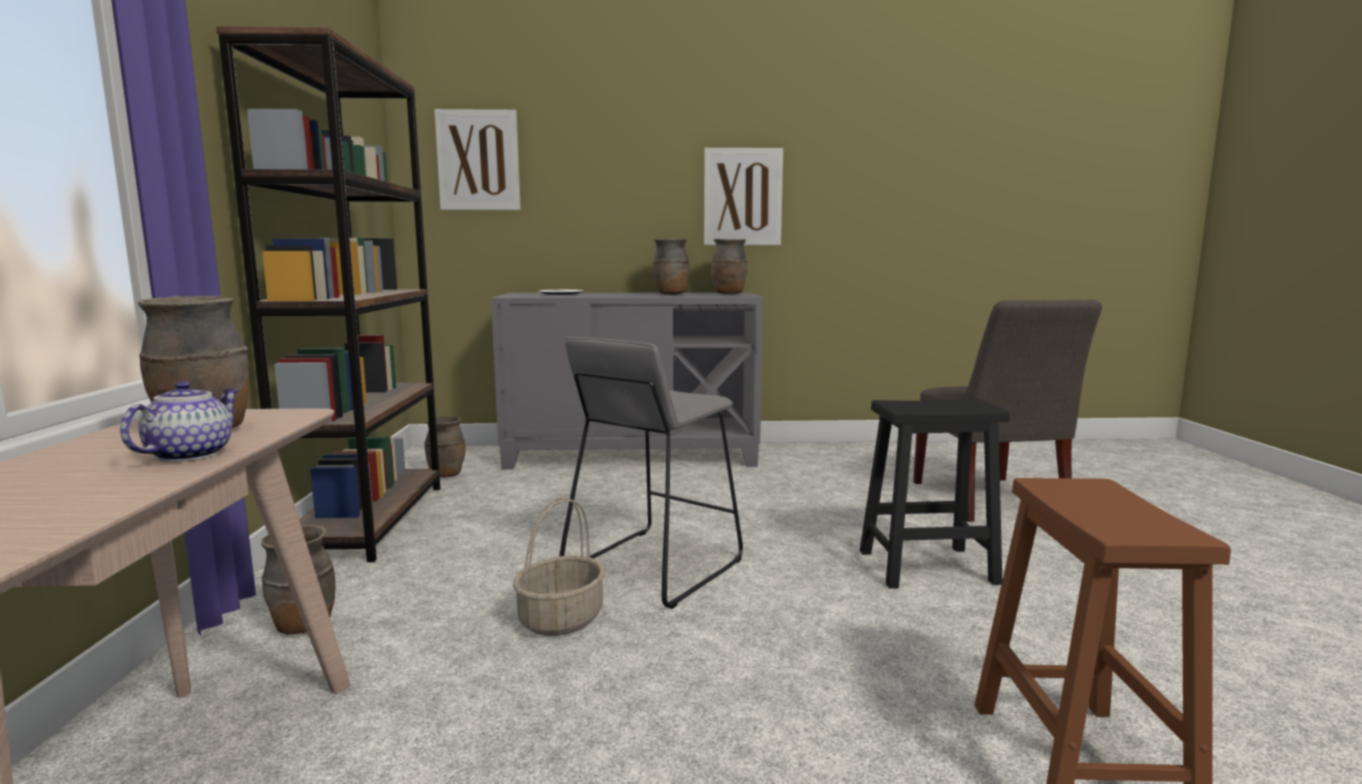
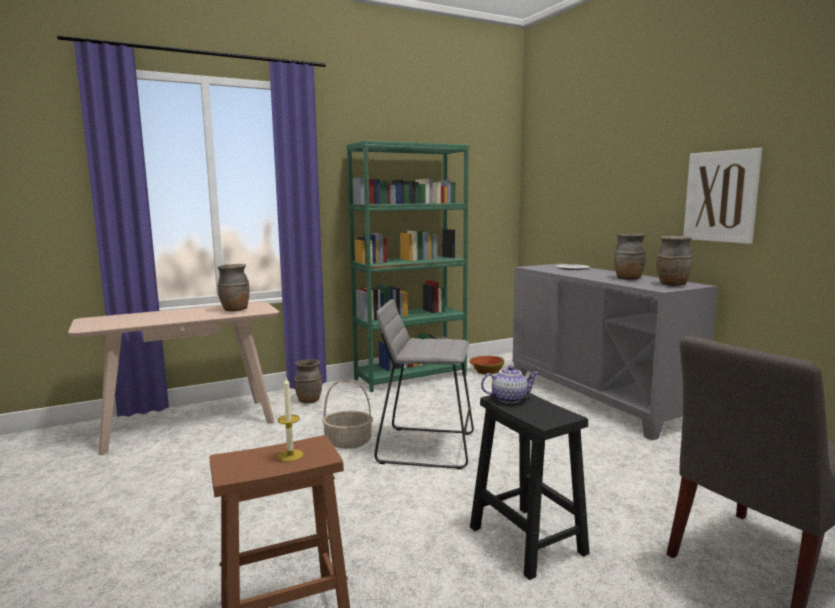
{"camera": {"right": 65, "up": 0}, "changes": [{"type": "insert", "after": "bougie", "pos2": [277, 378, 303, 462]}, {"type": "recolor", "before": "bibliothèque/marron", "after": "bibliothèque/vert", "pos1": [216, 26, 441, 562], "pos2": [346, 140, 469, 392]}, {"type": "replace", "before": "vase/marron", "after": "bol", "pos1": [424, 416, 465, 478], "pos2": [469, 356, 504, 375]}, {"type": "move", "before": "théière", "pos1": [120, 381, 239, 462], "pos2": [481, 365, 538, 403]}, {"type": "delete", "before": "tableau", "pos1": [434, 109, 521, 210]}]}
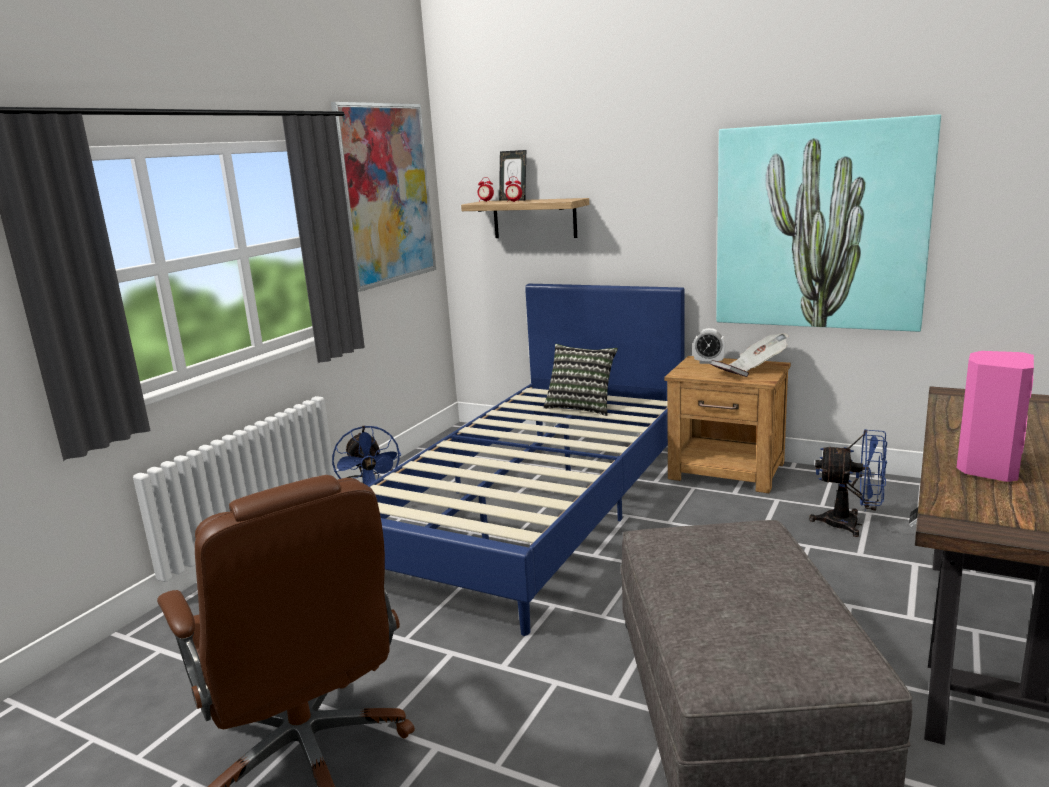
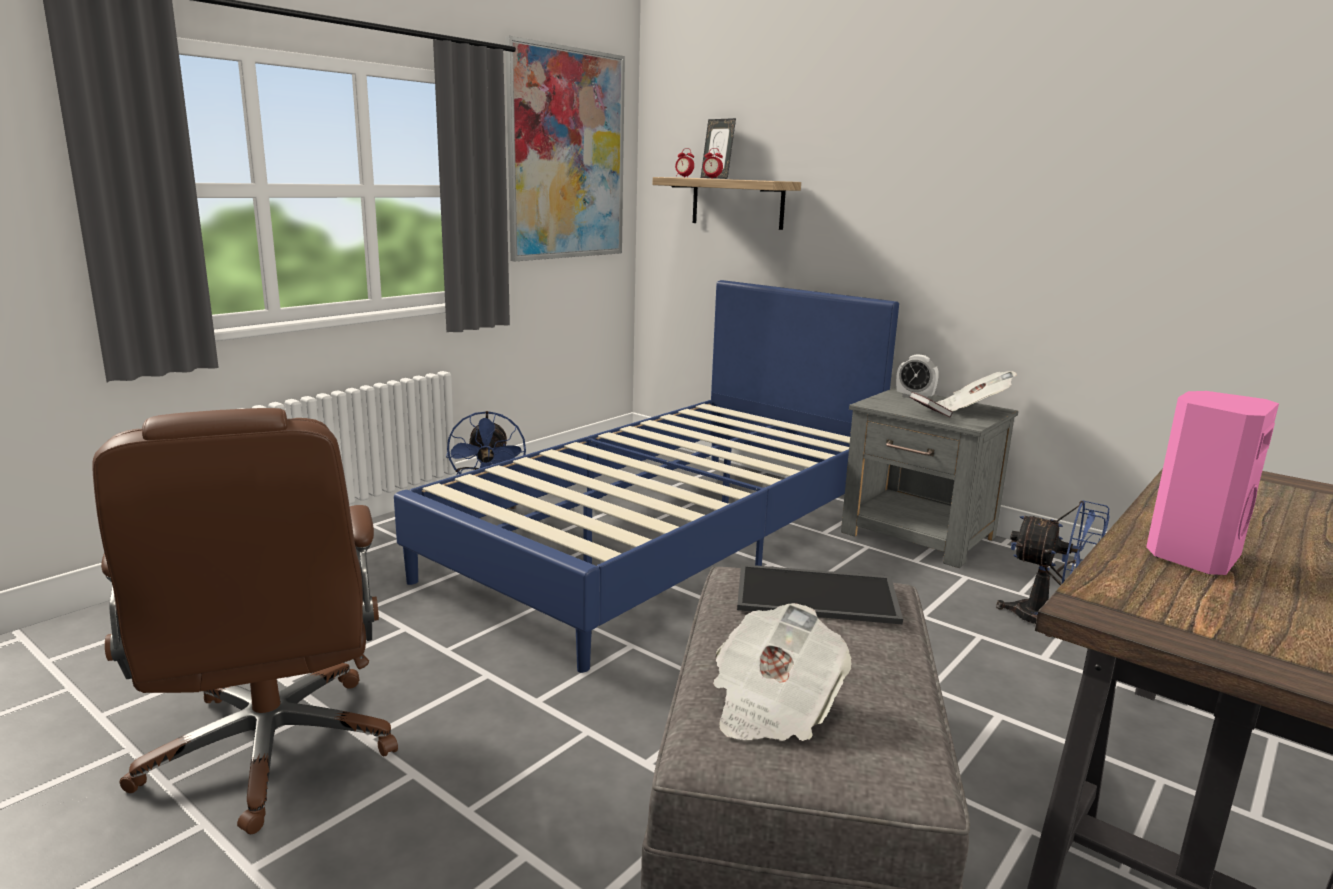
{"camera": {"right": 10, "up": 0}, "changes": [{"type": "insert", "after": "journal", "pos2": [713, 603, 852, 741]}, {"type": "insert", "after": "plateau", "pos2": [737, 564, 903, 625]}, {"type": "recolor", "before": "table de chevet/marron", "after": "table de chevet/gris", "pos1": [664, 356, 791, 493], "pos2": [841, 388, 1018, 568]}, {"type": "delete", "before": "coussin", "pos1": [543, 344, 618, 416]}, {"type": "delete", "before": "tableau", "pos1": [716, 114, 941, 332]}]}
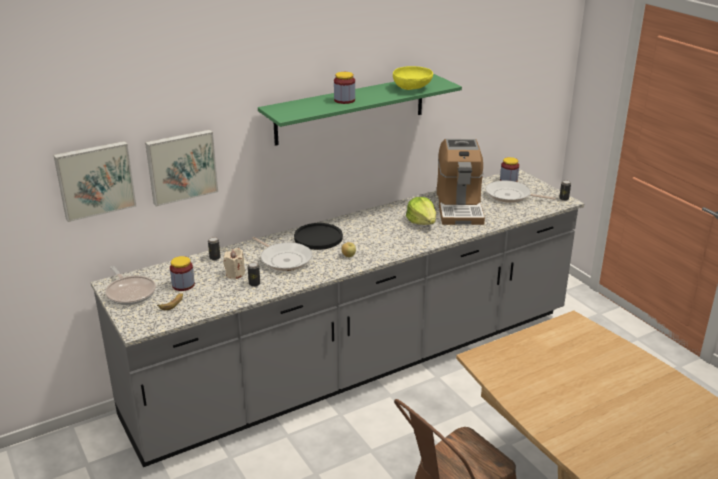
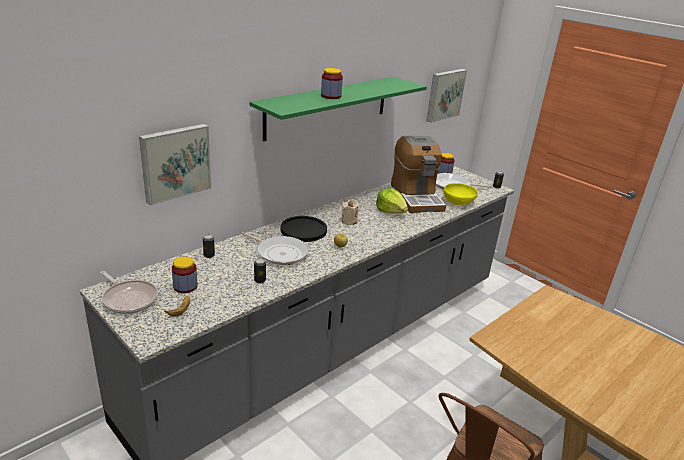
{"camera": {"right": -15, "up": 0}, "changes": [{"type": "move", "before": "bougie/beige", "pos1": [223, 248, 245, 279], "pos2": [342, 199, 359, 225]}, {"type": "move", "before": "tableau", "pos1": [54, 141, 136, 222], "pos2": [426, 69, 467, 123]}, {"type": "move", "before": "bol/jaune", "pos1": [393, 66, 433, 90], "pos2": [444, 183, 478, 205]}]}
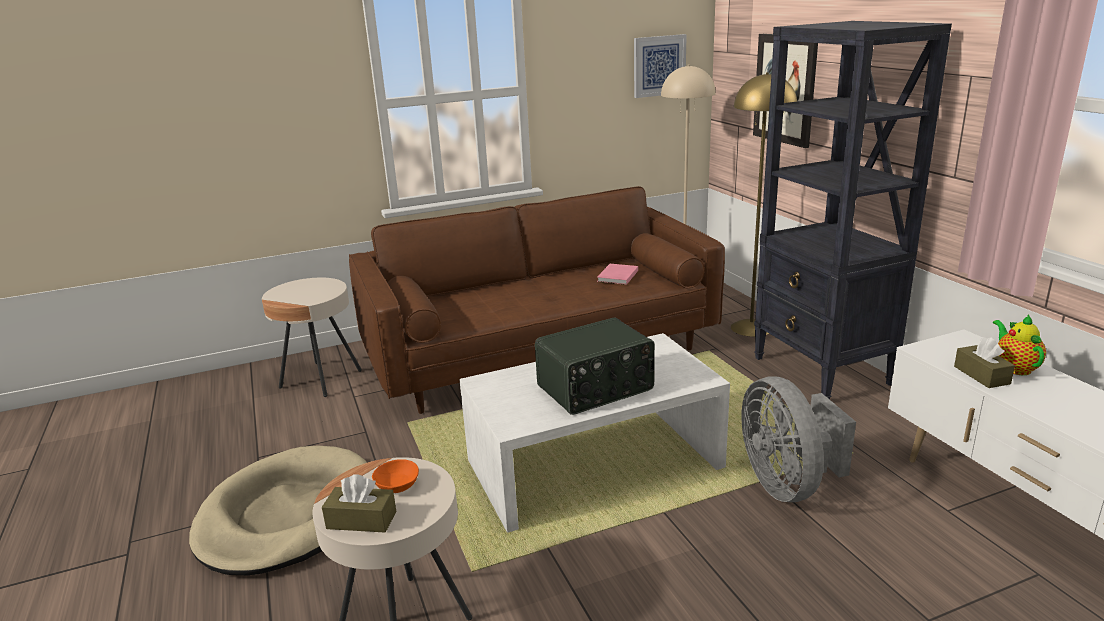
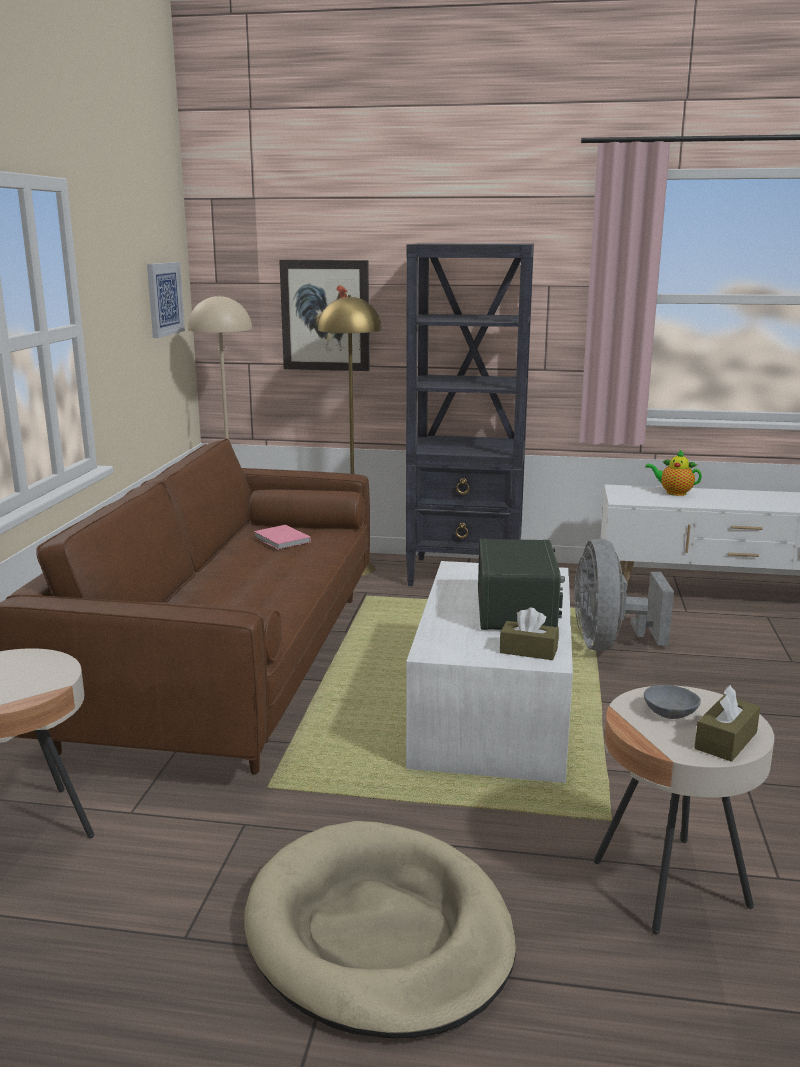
{"camera": {"right": -60, "up": -5}, "changes": [{"type": "move", "before": "boîte à mouchoirs/marron", "pos1": [954, 337, 1015, 388], "pos2": [500, 608, 559, 660]}, {"type": "rotate", "before": "ventilateur/gris", "pos1": [742, 376, 856, 502], "pos2": [574, 539, 674, 651], "turn": 75}, {"type": "recolor", "before": "bol/orange", "after": "bol/gris", "pos1": [372, 459, 419, 493], "pos2": [644, 685, 701, 719]}]}
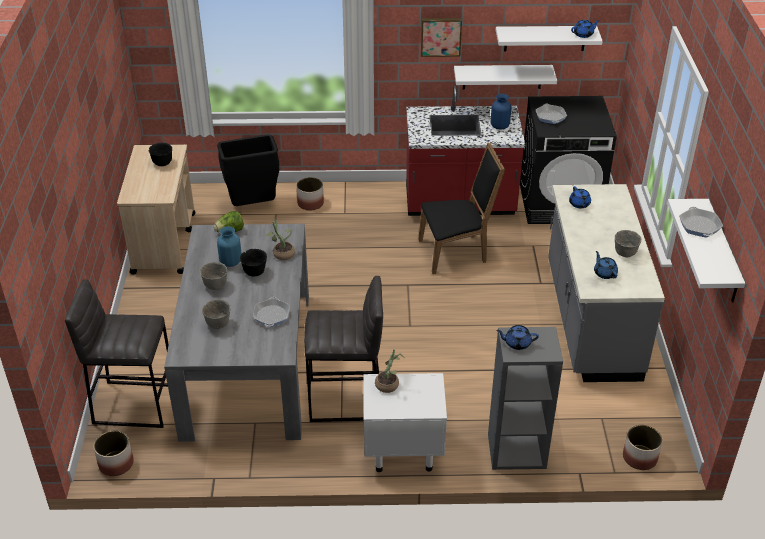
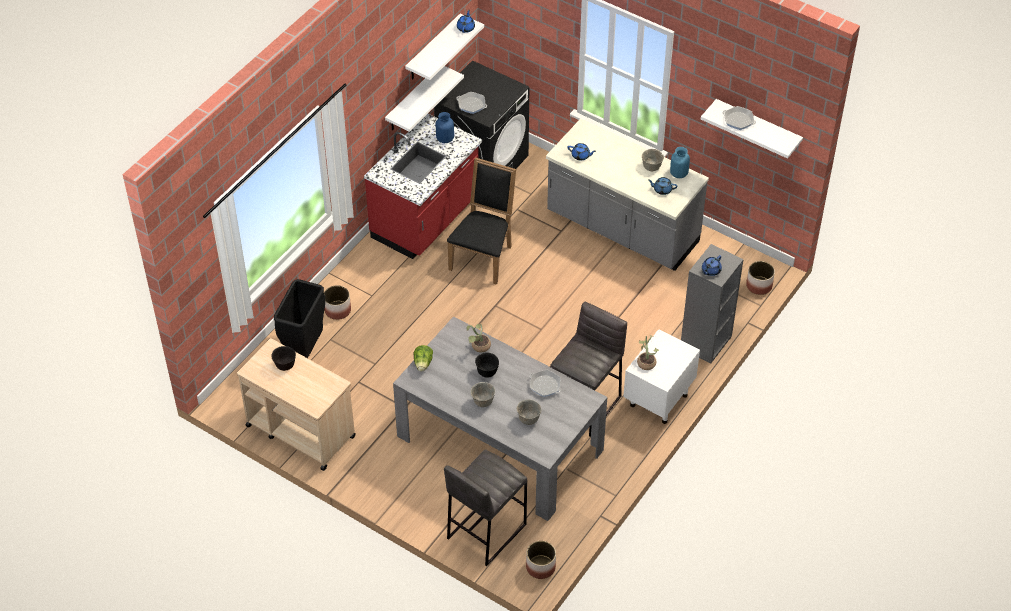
{"camera": {"right": -55, "up": 10}, "changes": [{"type": "move", "before": "vase/bleu", "pos1": [217, 226, 242, 267], "pos2": [670, 147, 690, 178]}, {"type": "delete", "before": "tableau", "pos1": [421, 18, 462, 57]}]}
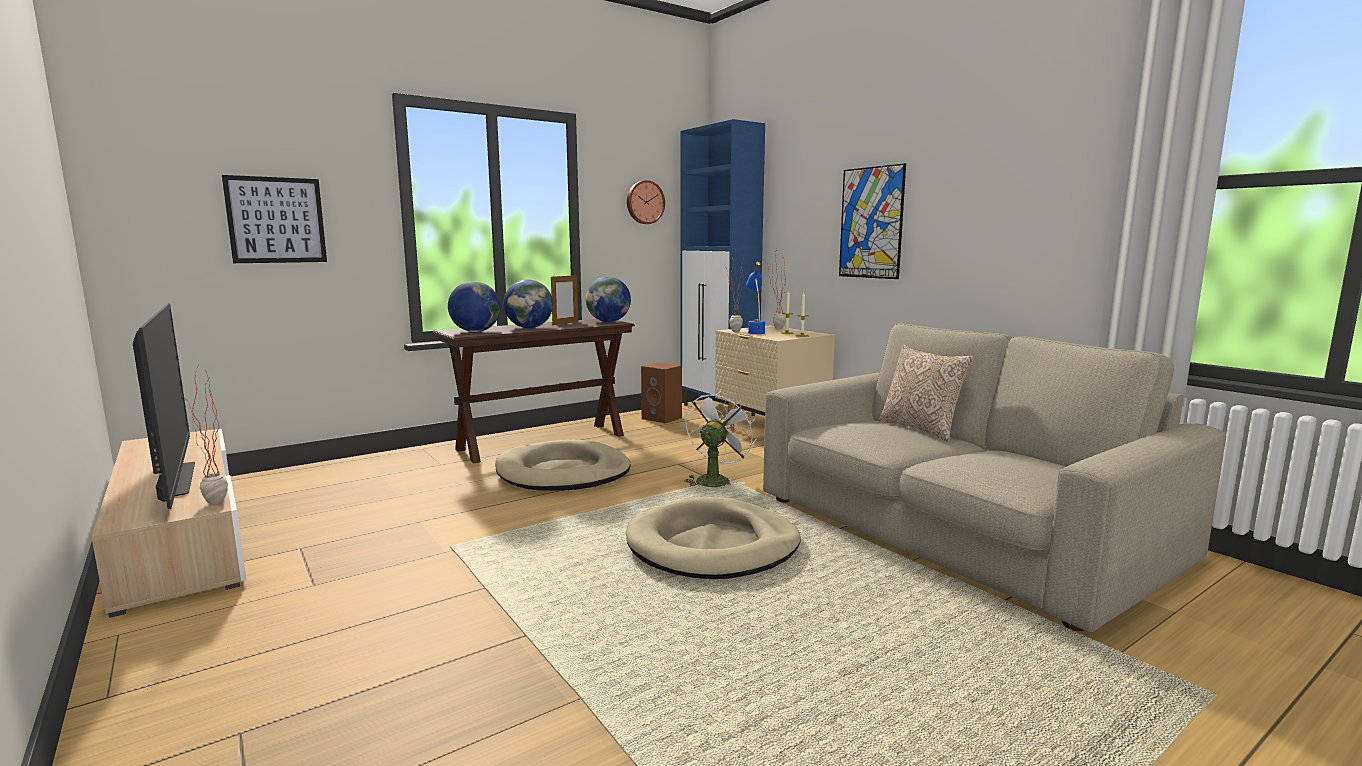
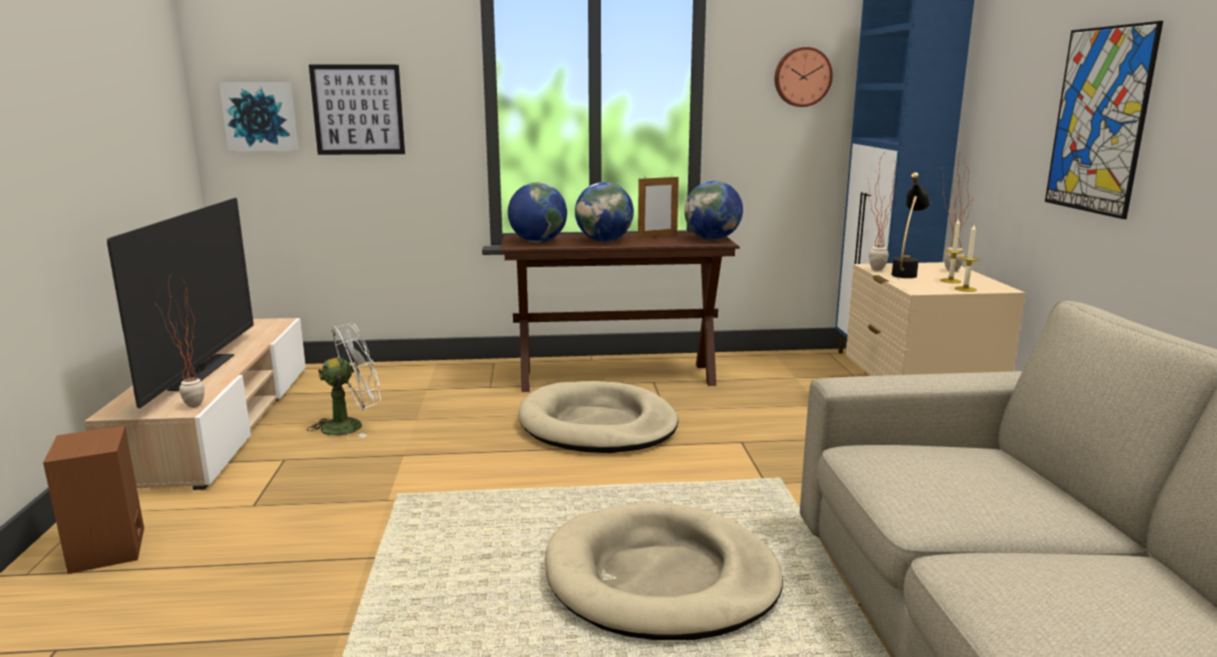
{"camera": {"right": 30, "up": 5}, "changes": [{"type": "move", "before": "enceinte/marron", "pos1": [641, 362, 682, 424], "pos2": [43, 426, 144, 574]}, {"type": "insert", "after": "tableau", "pos2": [219, 82, 299, 152]}, {"type": "move", "before": "ventilateur/blanc", "pos1": [684, 391, 757, 487], "pos2": [307, 323, 381, 437]}, {"type": "recolor", "before": "lampe de table/bleu", "after": "lampe de table/noir", "pos1": [746, 262, 765, 334], "pos2": [891, 172, 930, 278]}, {"type": "delete", "before": "coussin", "pos1": [879, 345, 974, 441]}]}
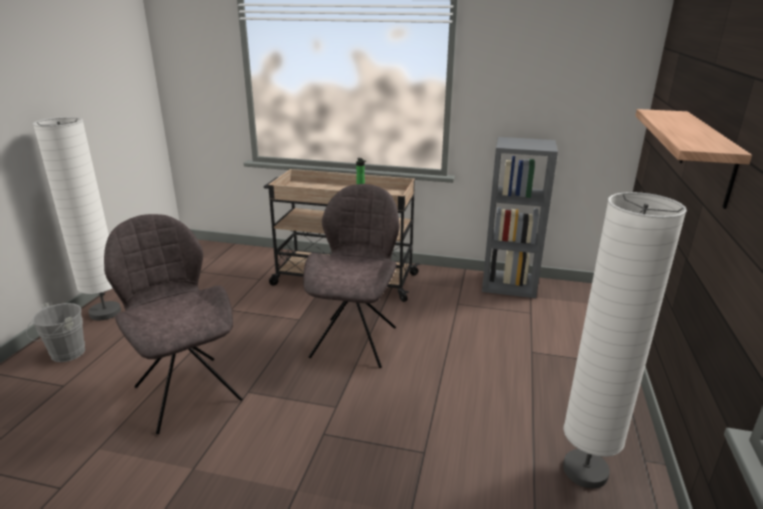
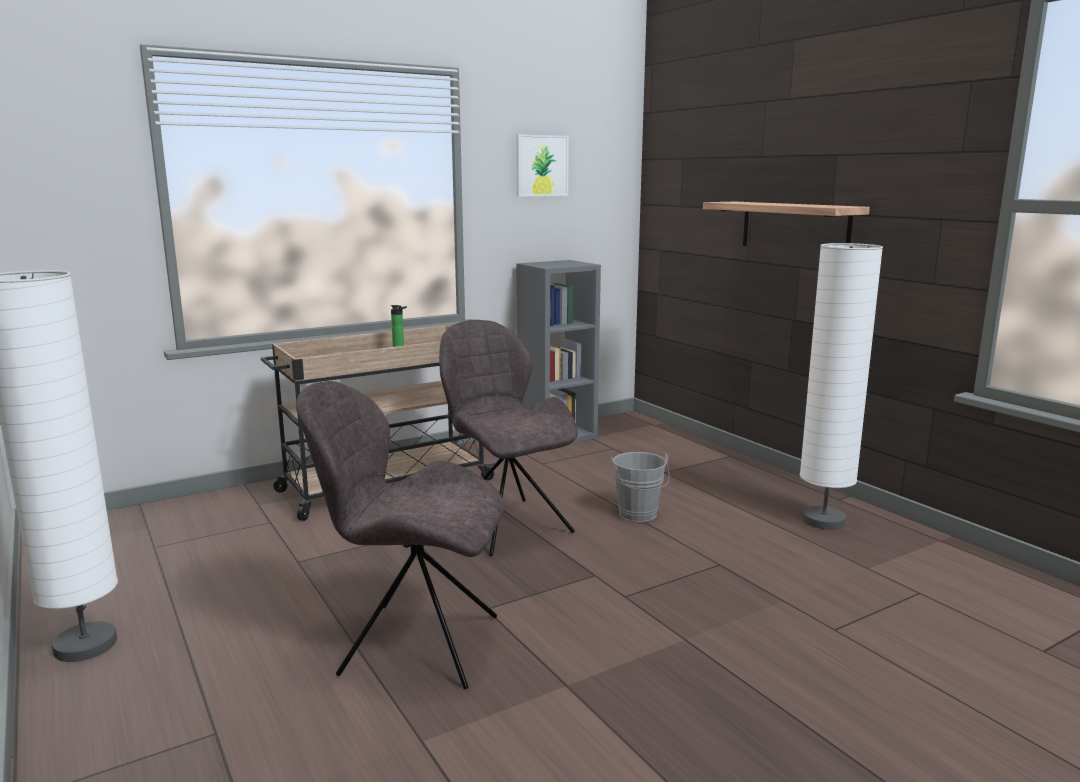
{"camera": {"right": -45, "up": -10}, "changes": [{"type": "insert", "after": "tableau", "pos2": [516, 135, 569, 197]}, {"type": "move", "before": "seau/gris", "pos1": [26, 303, 85, 362], "pos2": [611, 452, 669, 522]}]}
